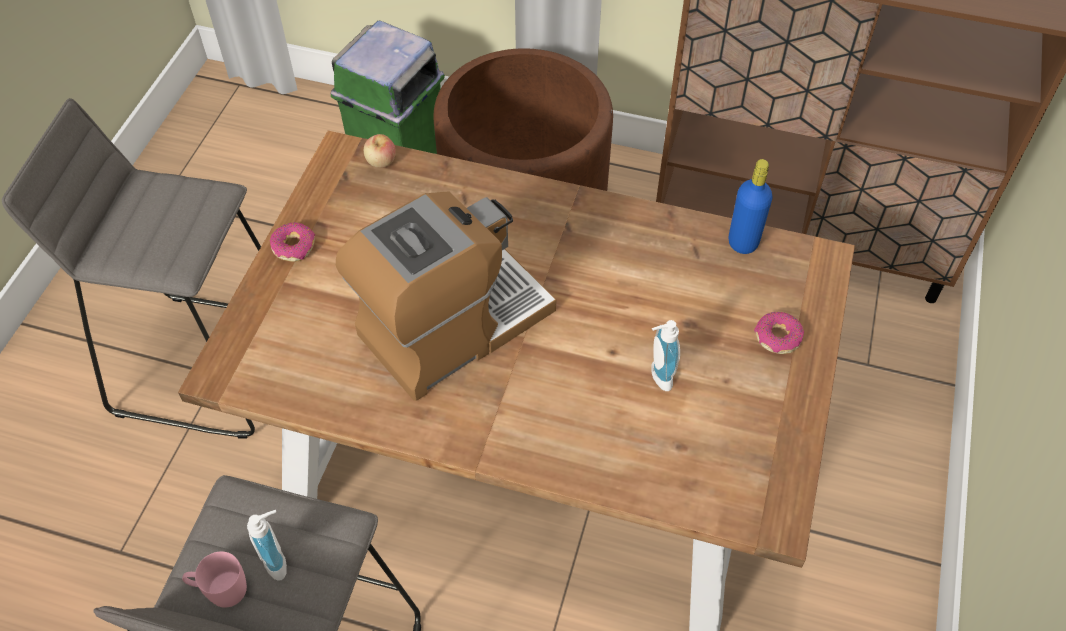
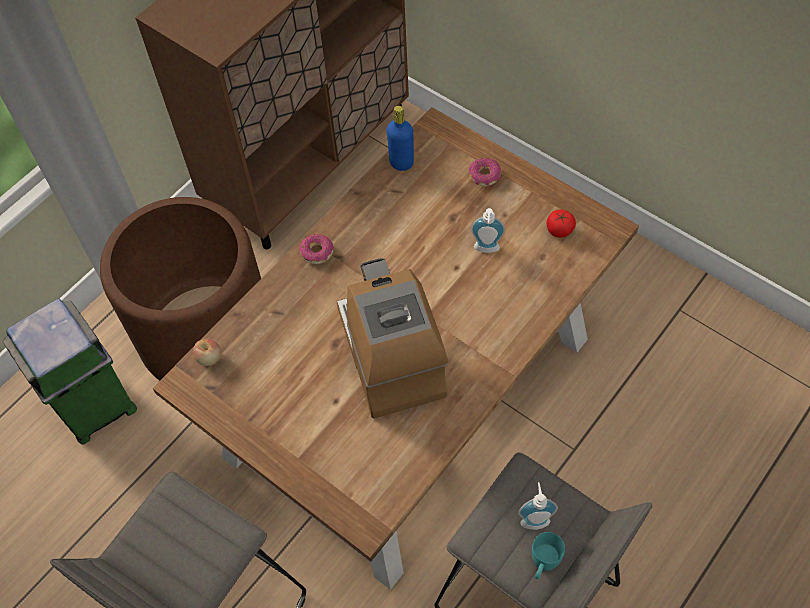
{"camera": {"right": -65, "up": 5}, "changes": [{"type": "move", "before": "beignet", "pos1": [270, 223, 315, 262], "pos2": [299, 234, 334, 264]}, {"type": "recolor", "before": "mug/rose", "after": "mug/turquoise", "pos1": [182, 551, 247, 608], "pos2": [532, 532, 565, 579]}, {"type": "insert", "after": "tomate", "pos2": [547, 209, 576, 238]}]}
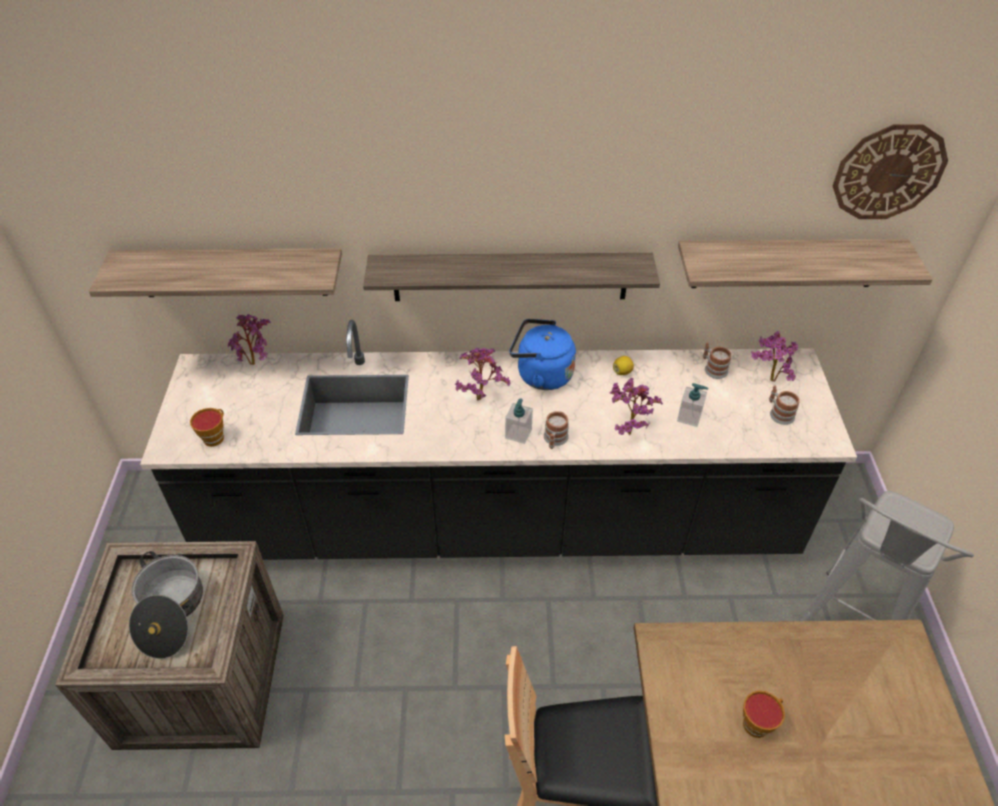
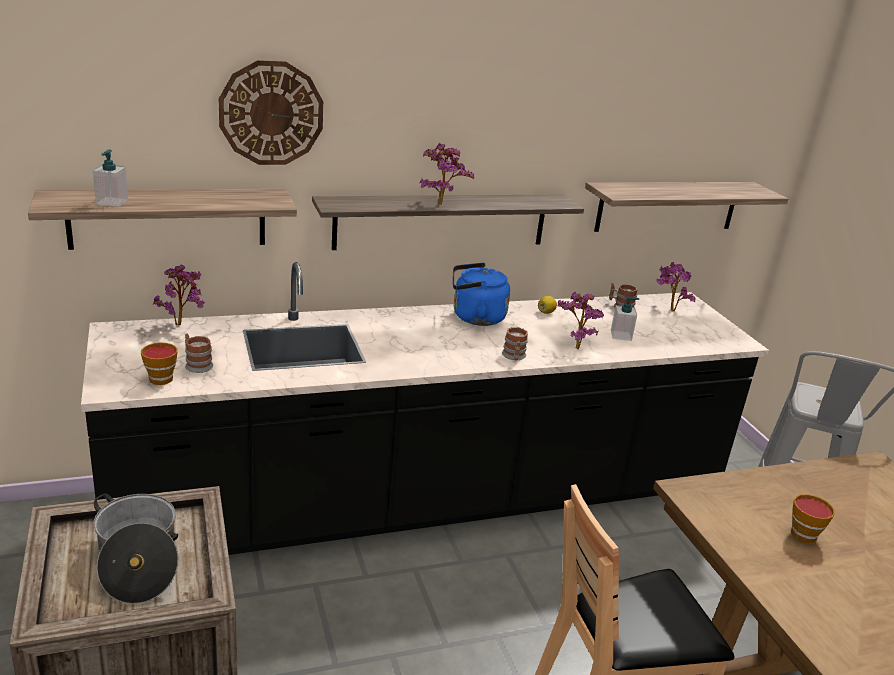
{"camera": {"right": -20, "up": -20}, "changes": [{"type": "move", "before": "distributeur de savon", "pos1": [505, 398, 533, 444], "pos2": [93, 149, 128, 207]}, {"type": "move", "before": "mug", "pos1": [769, 386, 800, 425], "pos2": [185, 333, 213, 373]}, {"type": "move", "before": "horloge murale", "pos1": [833, 124, 948, 219], "pos2": [219, 60, 323, 165]}, {"type": "move", "before": "plante en pot", "pos1": [455, 348, 510, 400], "pos2": [420, 143, 474, 205]}]}
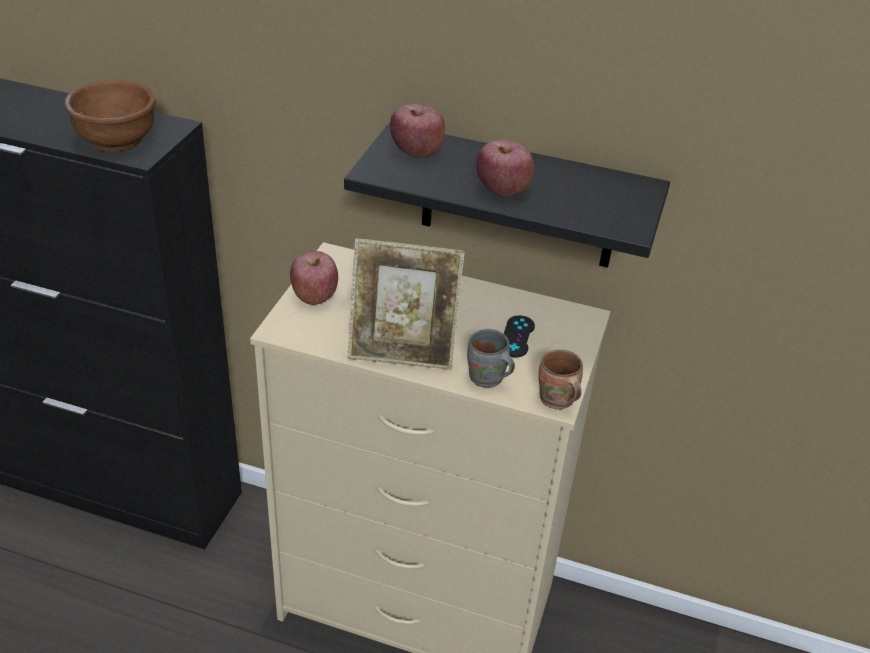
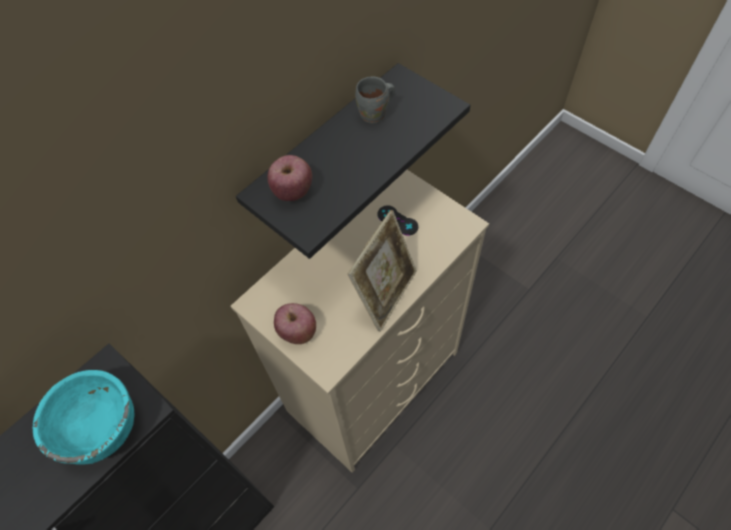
{"camera": {"right": -60, "up": 20}, "changes": [{"type": "recolor", "before": "bol/marron", "after": "bol/turquoise", "pos1": [64, 80, 156, 152], "pos2": [33, 370, 135, 465]}, {"type": "move", "before": "mug/gris", "pos1": [467, 329, 515, 388], "pos2": [355, 77, 395, 124]}, {"type": "delete", "before": "pomme", "pos1": [476, 140, 534, 196]}, {"type": "delete", "before": "mug/marron", "pos1": [538, 350, 583, 409]}]}
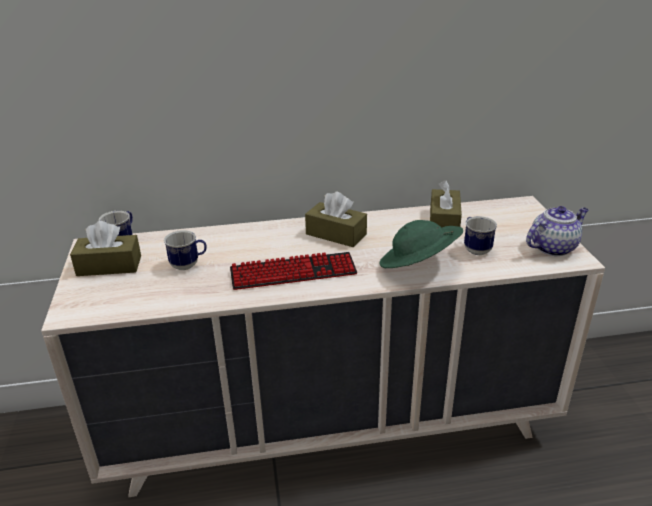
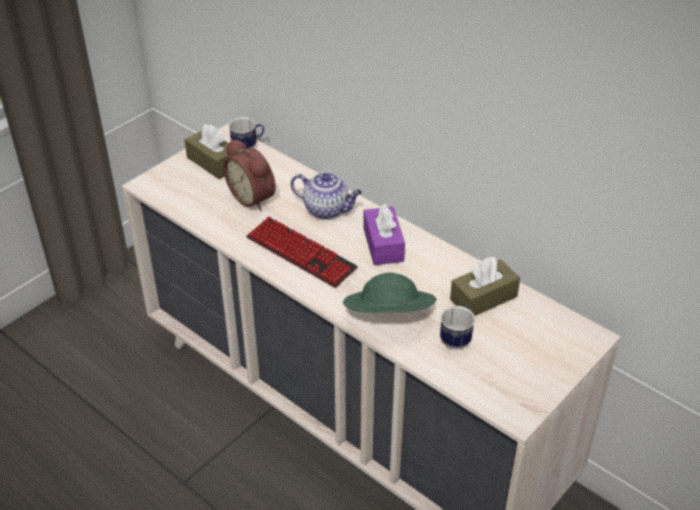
{"camera": {"right": 50, "up": 10}, "changes": [{"type": "replace", "before": "mug", "after": "réveil", "pos1": [164, 230, 206, 270], "pos2": [223, 139, 276, 211]}, {"type": "move", "before": "théière", "pos1": [526, 206, 589, 256], "pos2": [291, 172, 362, 219]}, {"type": "recolor", "before": "boîte à mouchoirs/marron", "after": "boîte à mouchoirs/violet", "pos1": [305, 191, 367, 247], "pos2": [363, 203, 405, 265]}]}
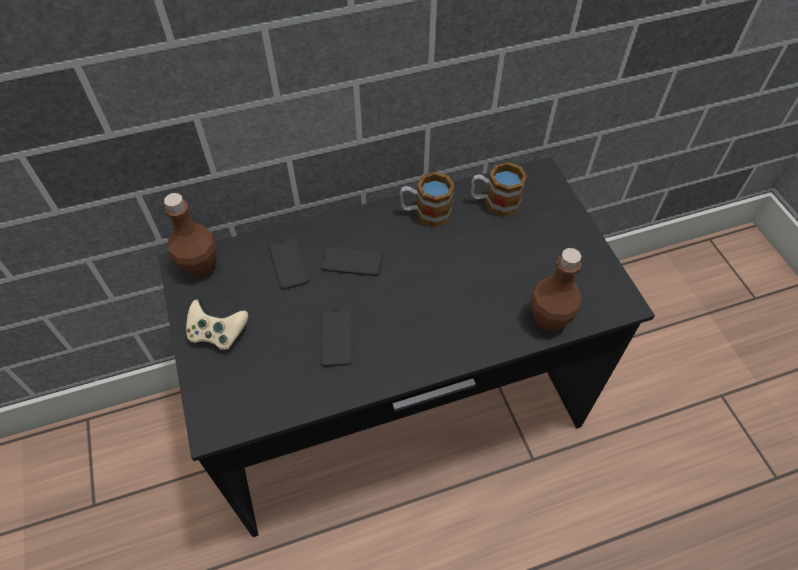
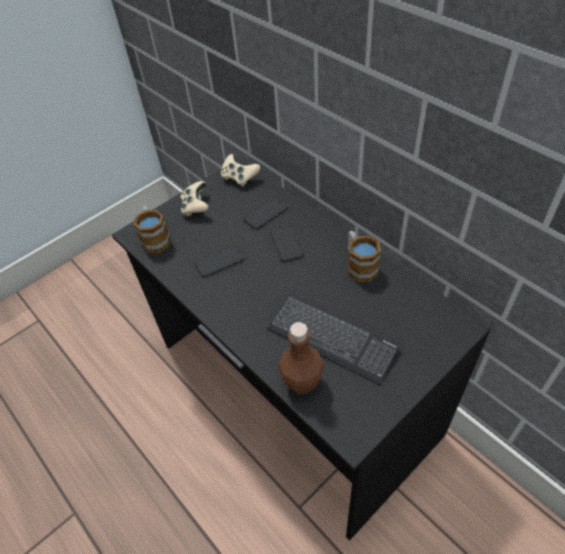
{"camera": {"right": 70, "up": -5}, "changes": [{"type": "move", "before": "mug", "pos1": [471, 162, 527, 217], "pos2": [134, 205, 171, 253]}, {"type": "replace", "before": "bouteille/marron", "after": "manette/beige", "pos1": [164, 193, 217, 278], "pos2": [221, 154, 260, 187]}, {"type": "insert", "after": "clavier", "pos2": [267, 294, 400, 385]}]}
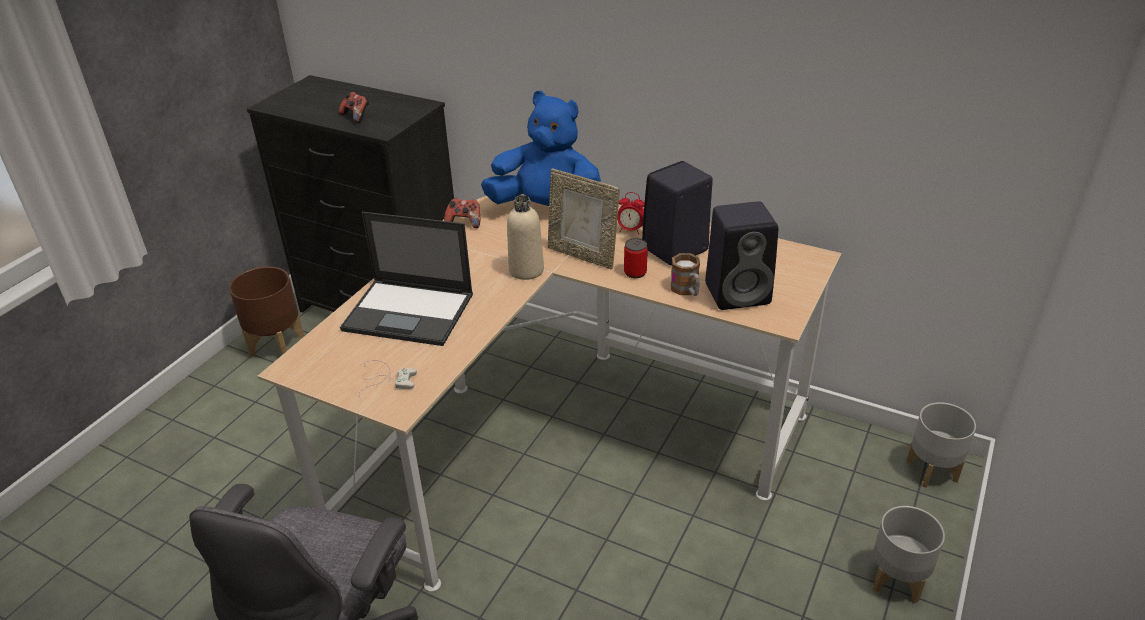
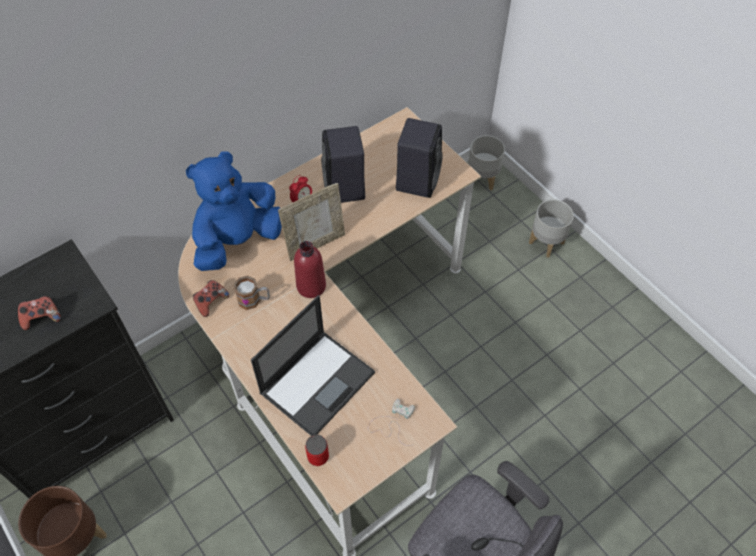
{"camera": {"right": -65, "up": 20}, "changes": [{"type": "move", "before": "mug", "pos1": [671, 253, 700, 296], "pos2": [233, 275, 270, 310]}, {"type": "recolor", "before": "bouteille/beige", "after": "bouteille/rouge", "pos1": [507, 195, 544, 280], "pos2": [294, 241, 326, 298]}, {"type": "move", "before": "boîte métallique", "pos1": [624, 238, 648, 278], "pos2": [305, 435, 329, 466]}]}
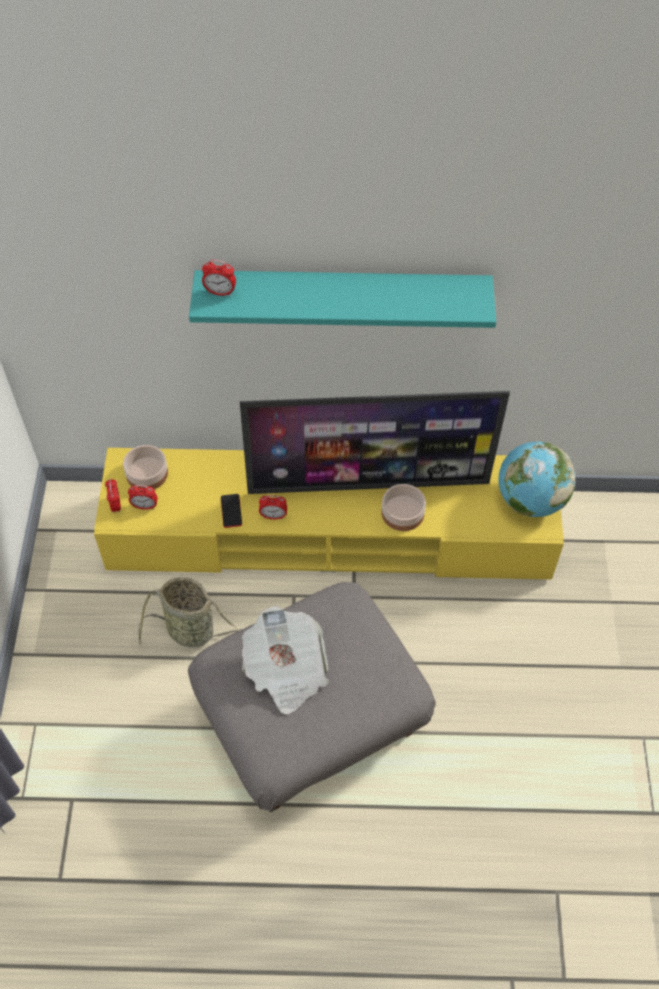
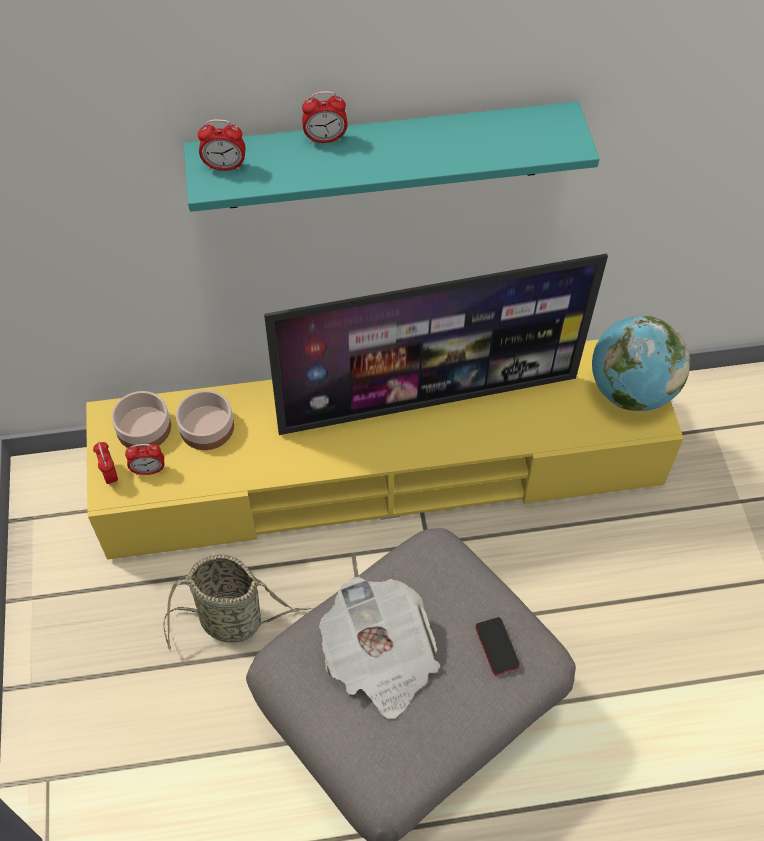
{"camera": {"right": -10, "up": 0}, "changes": [{"type": "move", "before": "bol", "pos1": [382, 484, 426, 531], "pos2": [176, 390, 234, 450]}, {"type": "move", "before": "réveil", "pos1": [259, 495, 287, 520], "pos2": [302, 91, 348, 144]}, {"type": "move", "before": "téléphone", "pos1": [221, 494, 242, 528], "pos2": [476, 617, 520, 675]}]}
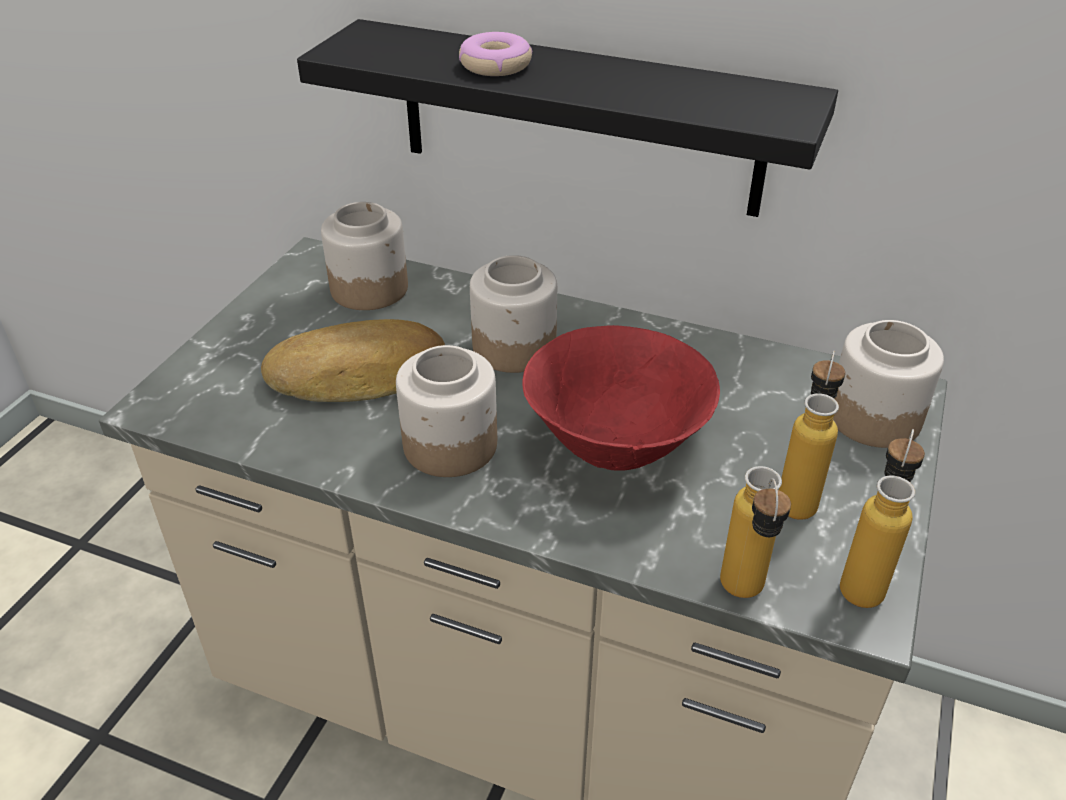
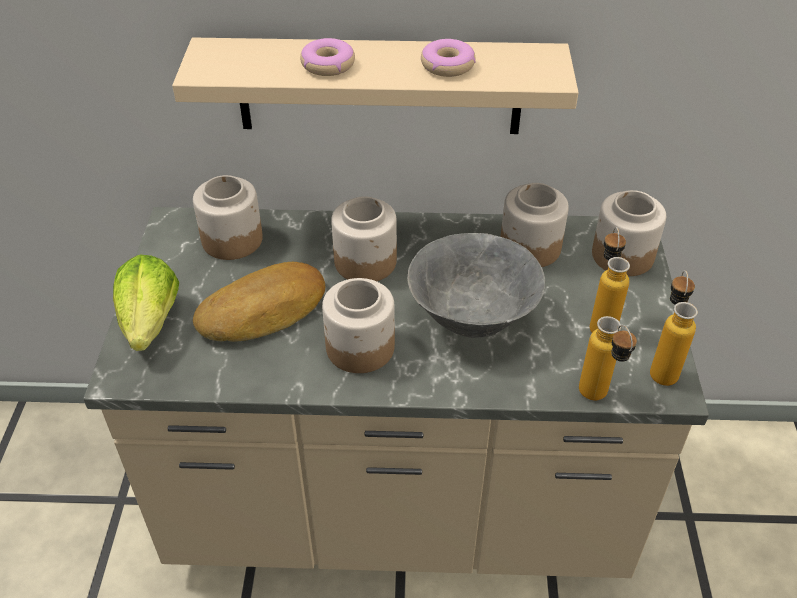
{"camera": {"right": -20, "up": 5}, "changes": [{"type": "insert", "after": "laitue", "pos2": [113, 255, 179, 351]}, {"type": "recolor", "before": "étagère/noir", "after": "étagère/beige", "pos1": [297, 19, 838, 217], "pos2": [172, 38, 579, 134]}, {"type": "recolor", "before": "bol/rouge", "after": "bol/gris", "pos1": [522, 325, 720, 471], "pos2": [407, 233, 545, 338]}, {"type": "insert", "after": "beignet", "pos2": [421, 39, 476, 77]}, {"type": "insert", "after": "bocal", "pos2": [501, 183, 569, 267]}]}
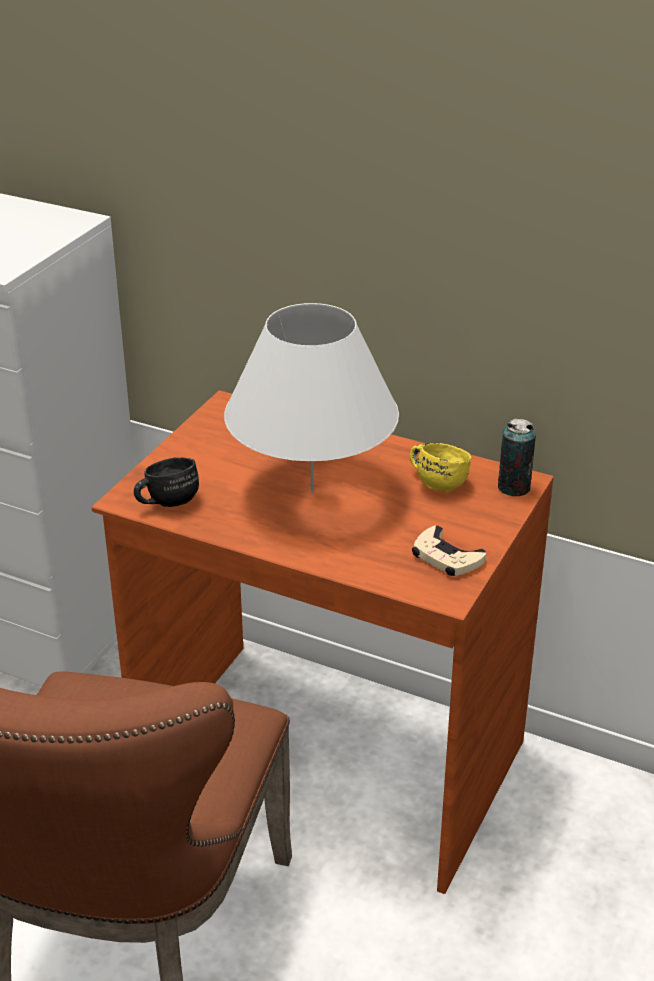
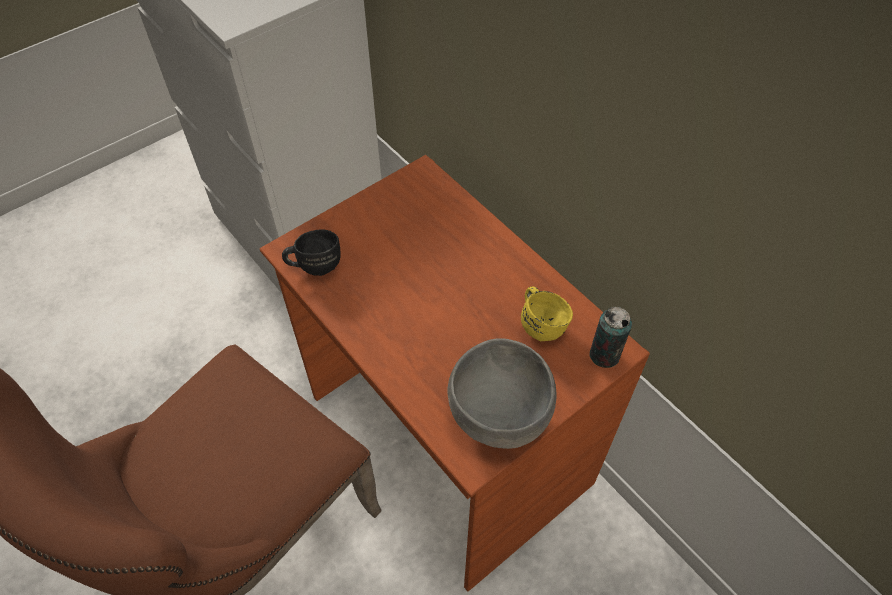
{"camera": {"right": 25, "up": 20}, "changes": [{"type": "replace", "before": "manette/beige", "after": "bol/gris", "pos1": [412, 525, 486, 576], "pos2": [447, 338, 557, 449]}, {"type": "delete", "before": "lampe de table/blanc", "pos1": [224, 303, 399, 493]}]}
